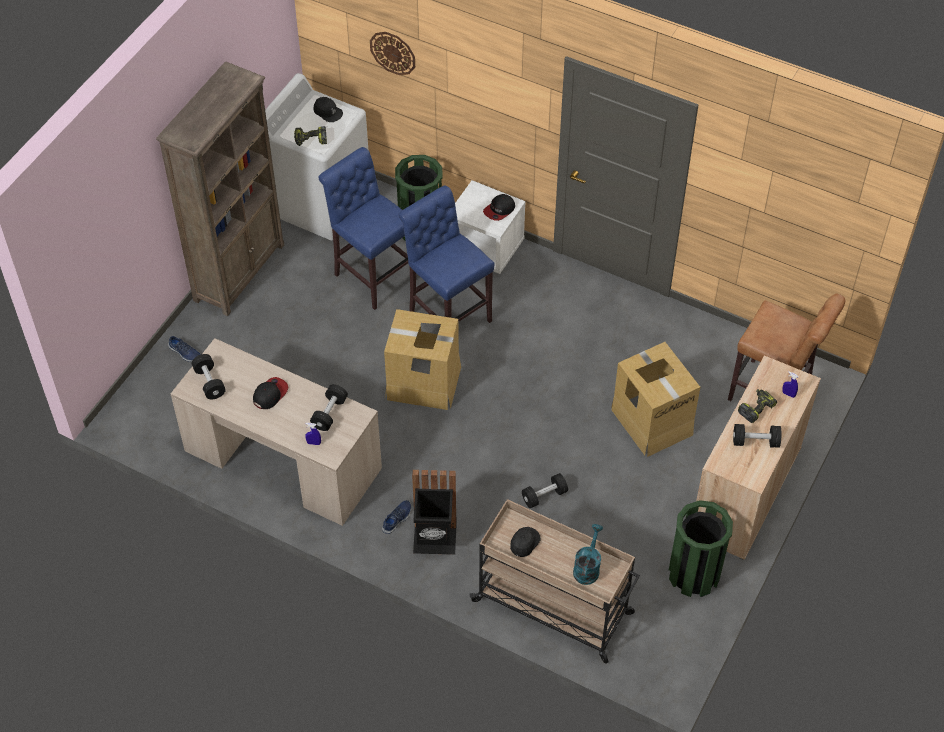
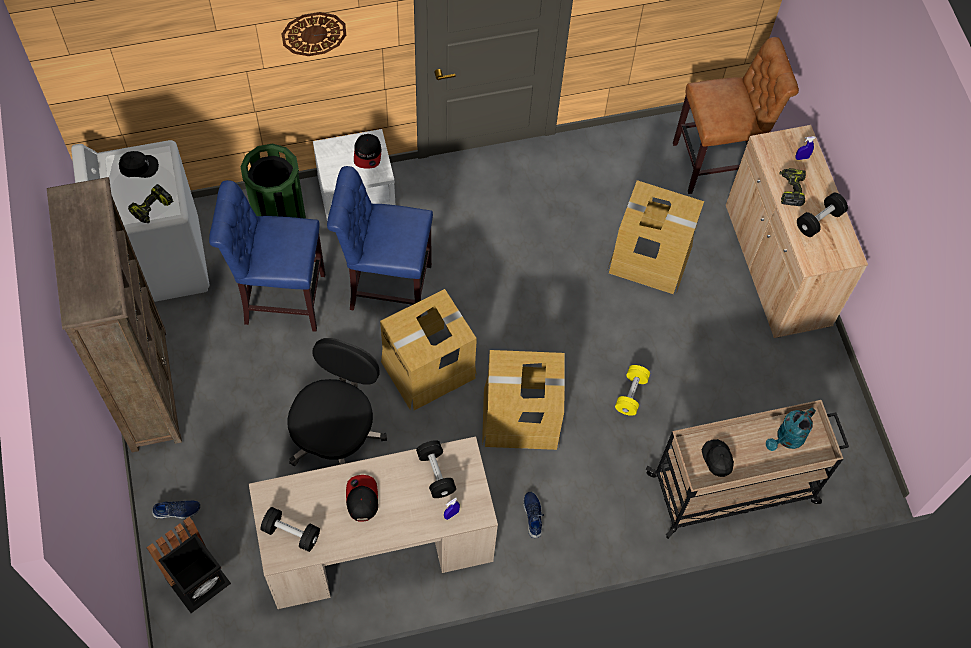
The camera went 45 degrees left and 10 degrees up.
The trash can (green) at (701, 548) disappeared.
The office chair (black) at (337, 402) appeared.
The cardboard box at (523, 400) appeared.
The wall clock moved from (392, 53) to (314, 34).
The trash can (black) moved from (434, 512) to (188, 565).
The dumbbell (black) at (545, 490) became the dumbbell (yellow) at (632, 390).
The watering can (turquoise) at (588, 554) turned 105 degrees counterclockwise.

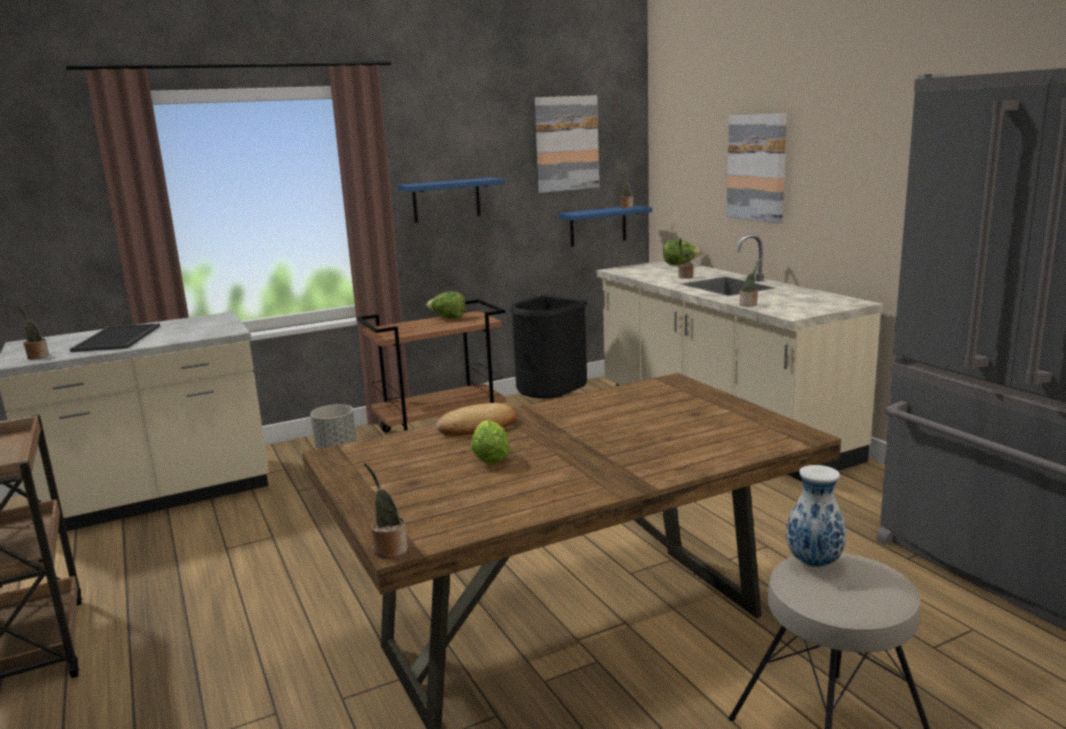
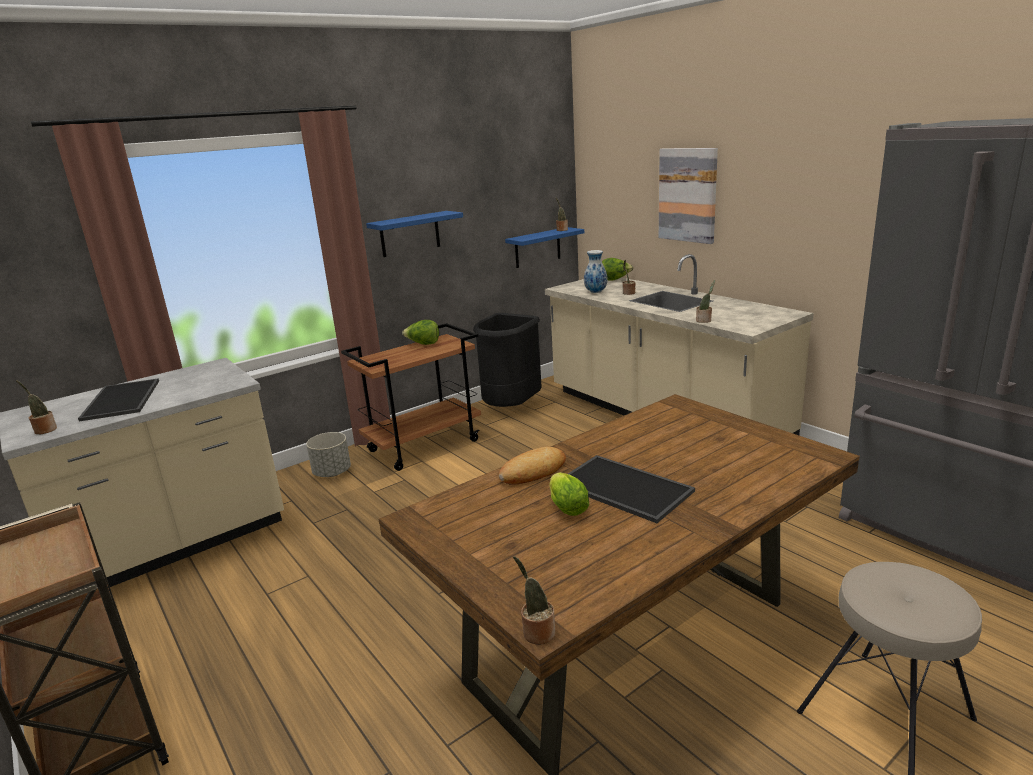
The camera went 10 degrees left and 5 degrees up.
The picture at (567, 144) disappeared.
The tray at (631, 489) appeared.
The vase moved from (816, 516) to (595, 271).

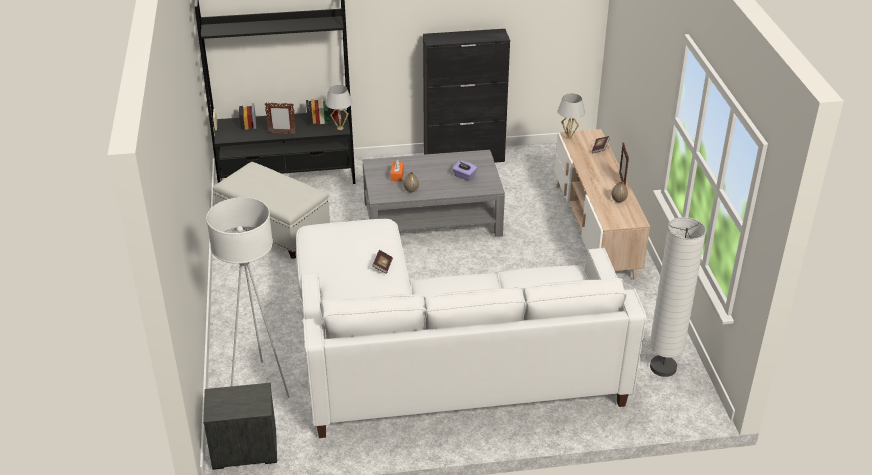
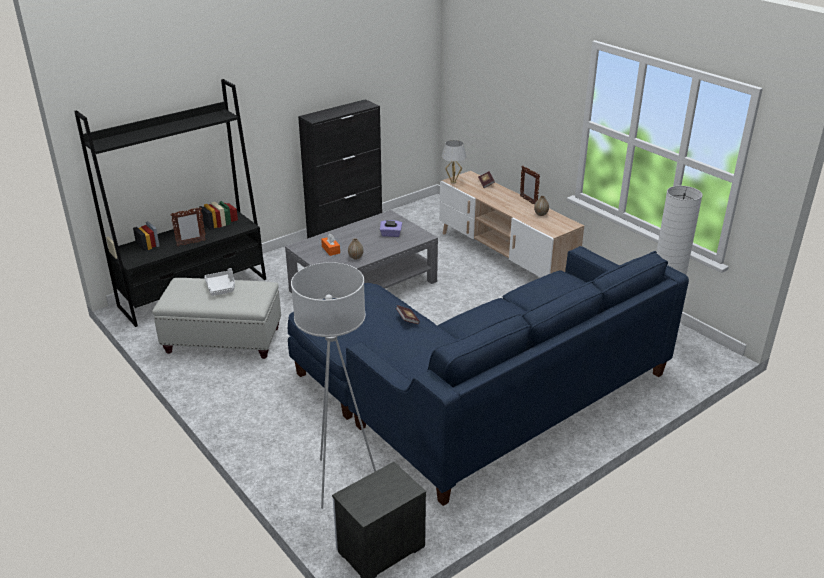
The camera went 30 degrees left and 5 degrees down.
The table lamp (white) at (338, 107) disappeared.
The tray (white) at (219, 282) appeared.
The sofa (white) at (471, 328) became the sofa (blue) at (488, 376).

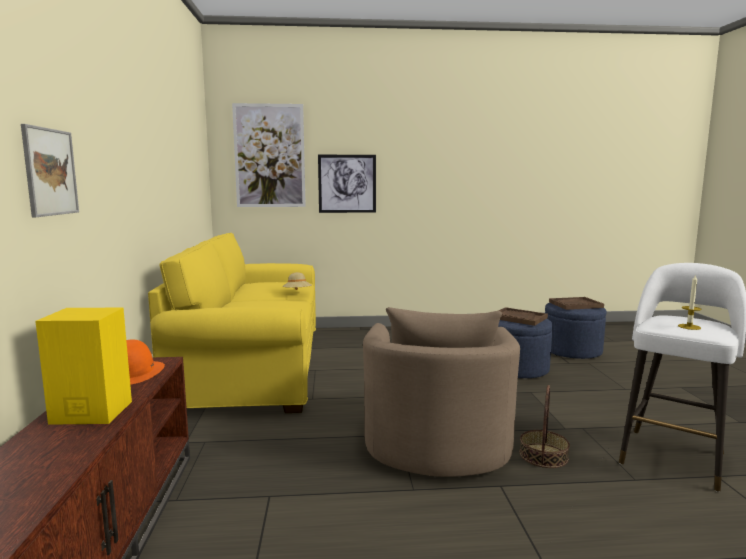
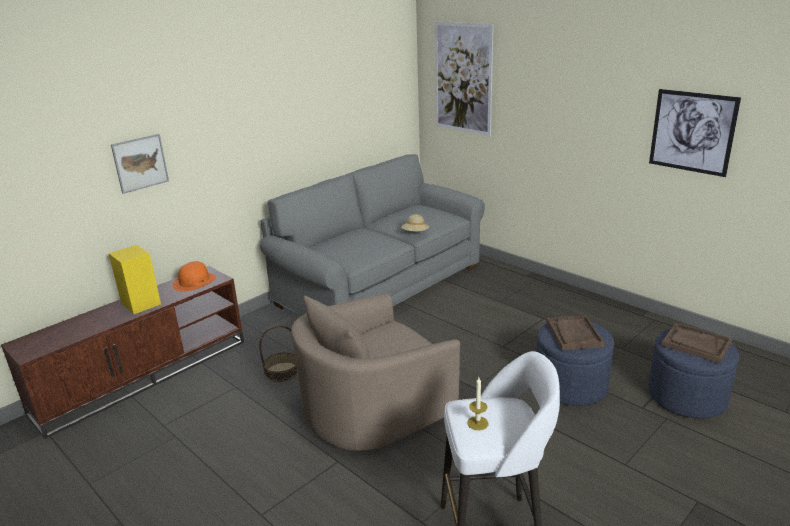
The camera went 50 degrees right and 15 degrees up.
The picture moved from (347, 184) to (695, 133).
The basket moved from (545, 426) to (278, 353).
The sofa (yellow) at (232, 323) became the sofa (grey) at (372, 235).

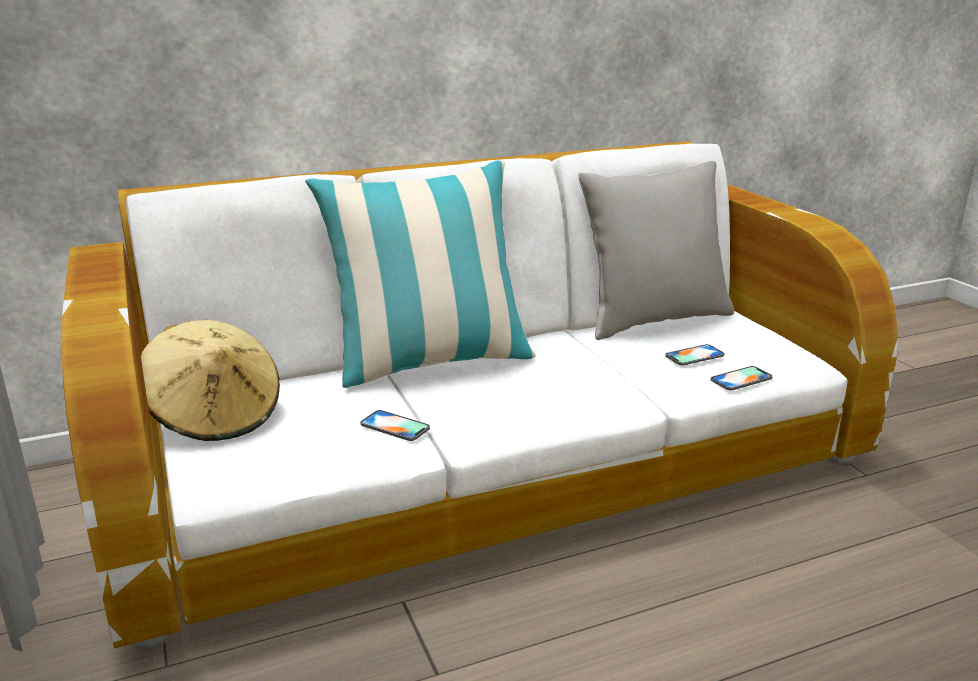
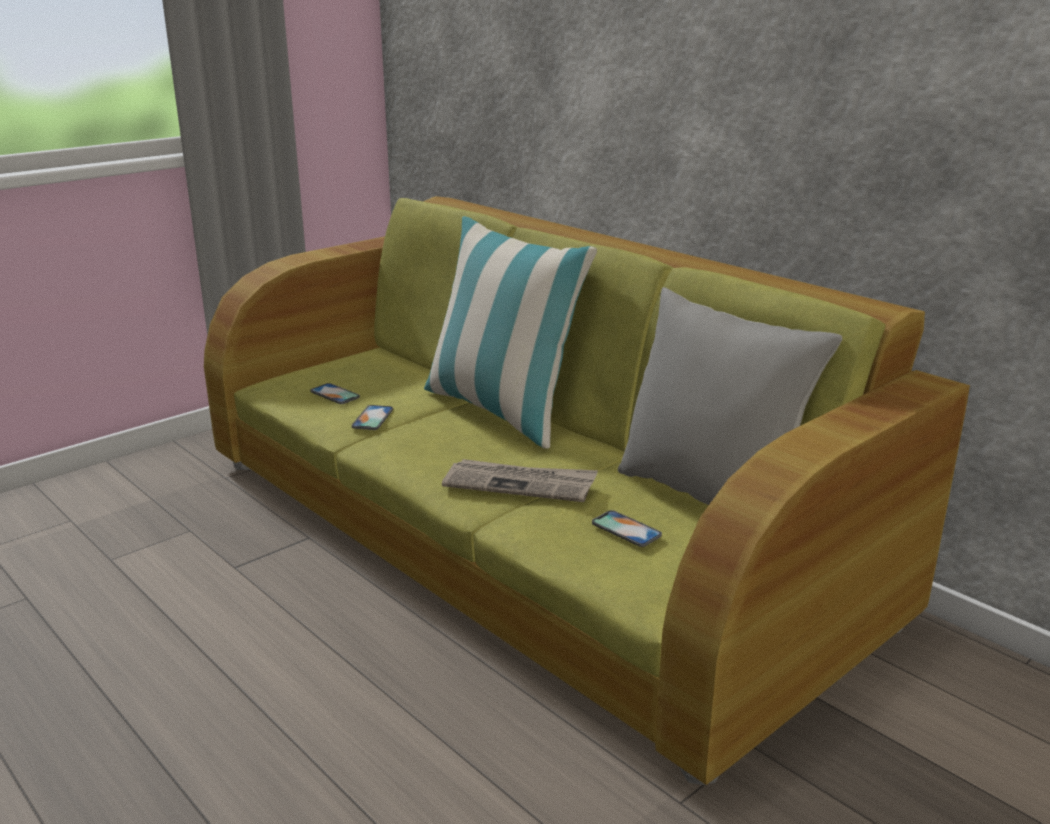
The camera went 70 degrees right and 0 degrees up.
The hat (beige) at (210, 380) disappeared.
The newspaper at (520, 480) appeared.
The phone moved from (742, 378) to (335, 393).
The sofa (white) at (479, 396) became the sofa (green) at (587, 490).

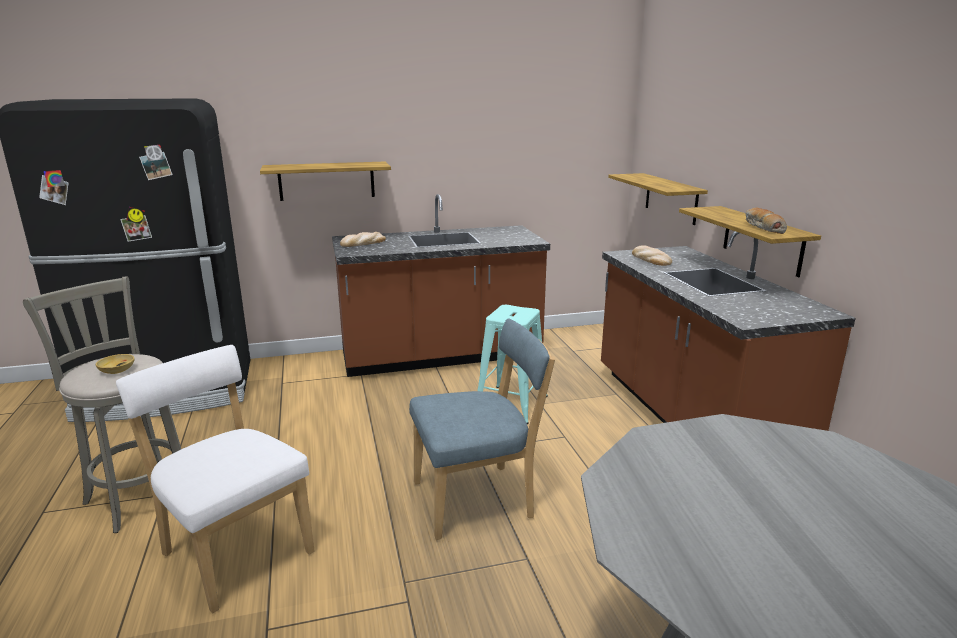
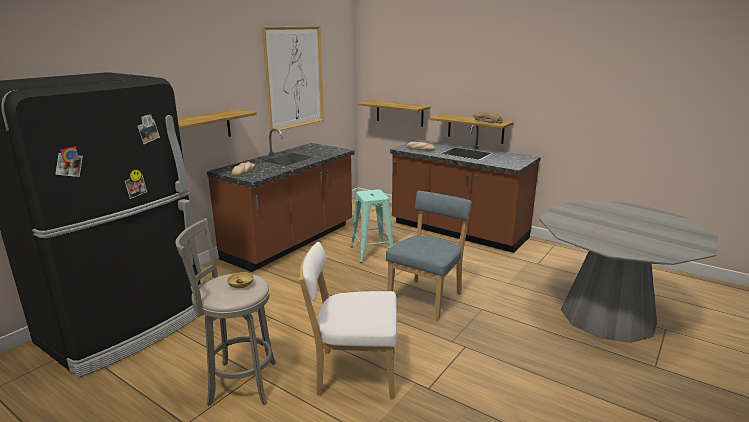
The camera went 40 degrees left and 0 degrees up.
The picture at (293, 79) appeared.

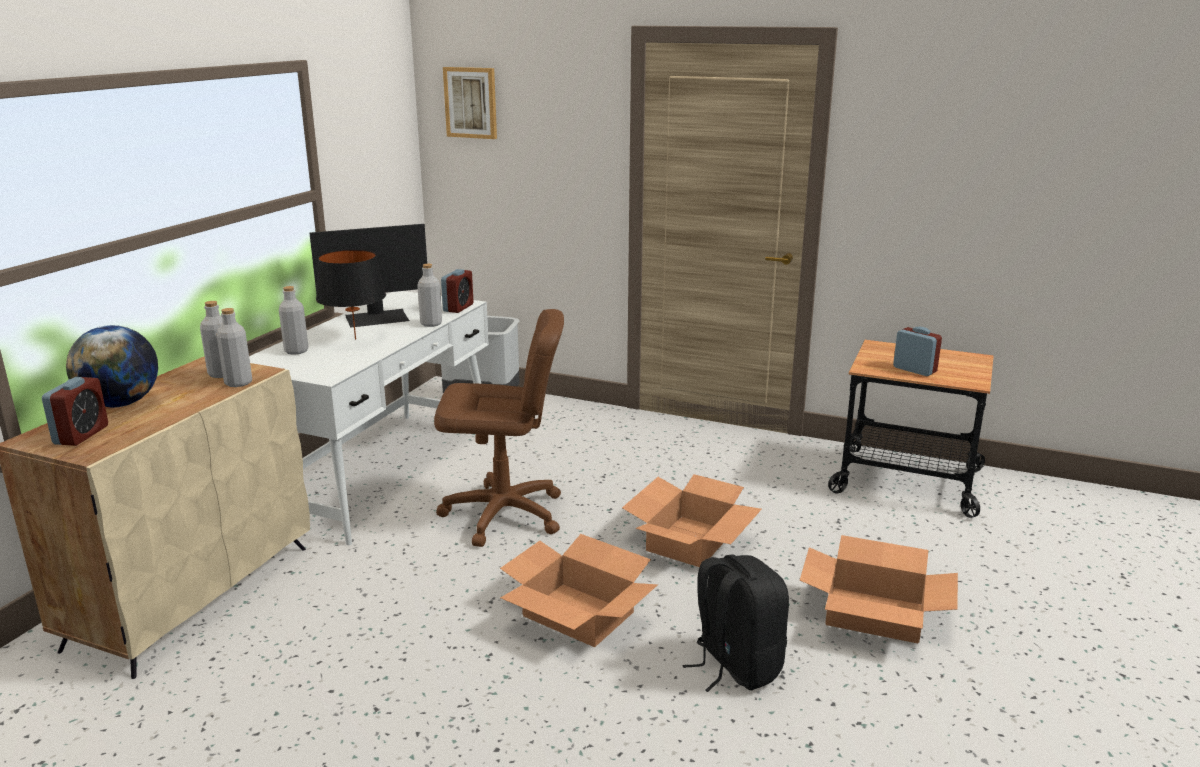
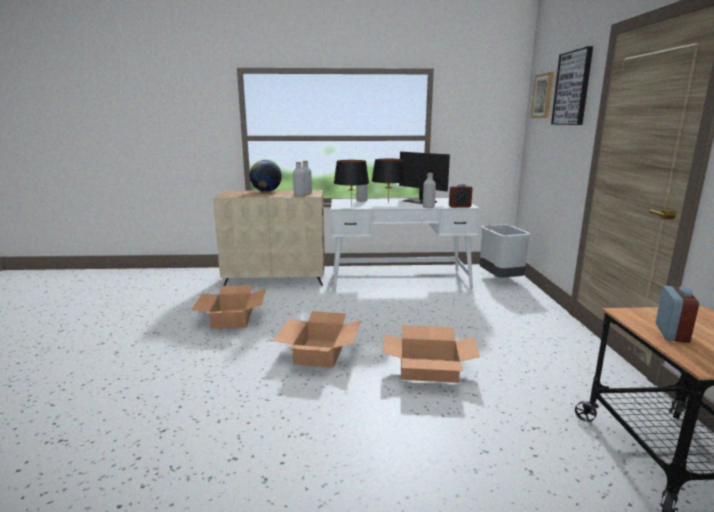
The camera went 65 degrees right and 5 degrees down.
The alarm clock at (75, 411) disappeared.
The office chair (brown) at (499, 428) disappeared.
The backpack (black) at (736, 623) disappeared.
The table lamp (black) at (351, 183) appeared.
The picture at (572, 85) appeared.
The cardboard box moved from (879, 589) to (228, 307).

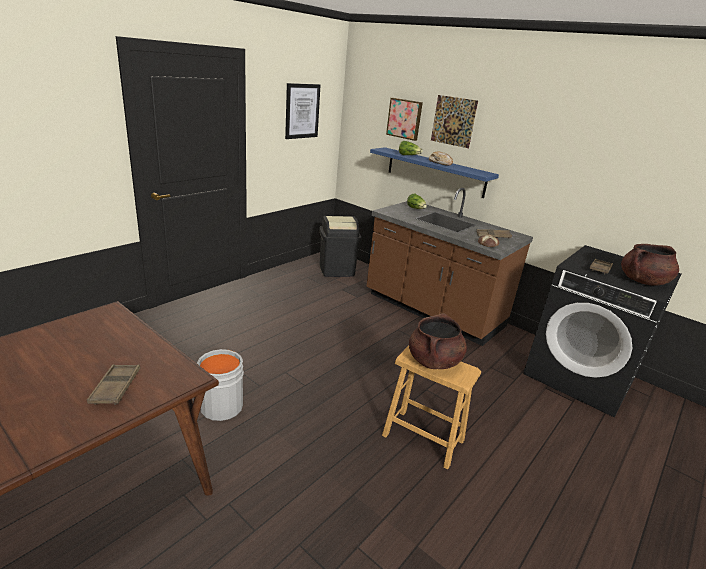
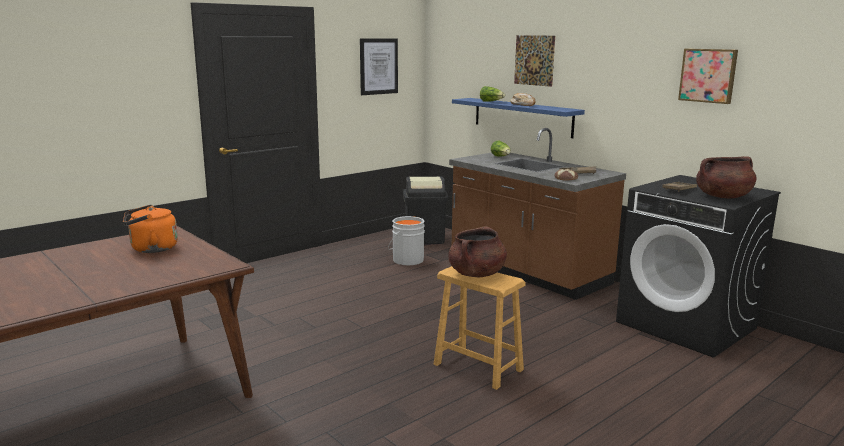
The camera went 10 degrees right and 10 degrees down.
The tray (brown) at (113, 384) disappeared.
The kettle (orange) at (150, 229) appeared.
The bucket (grey) moved from (220, 385) to (406, 240).
The picture moved from (404, 119) to (708, 76).

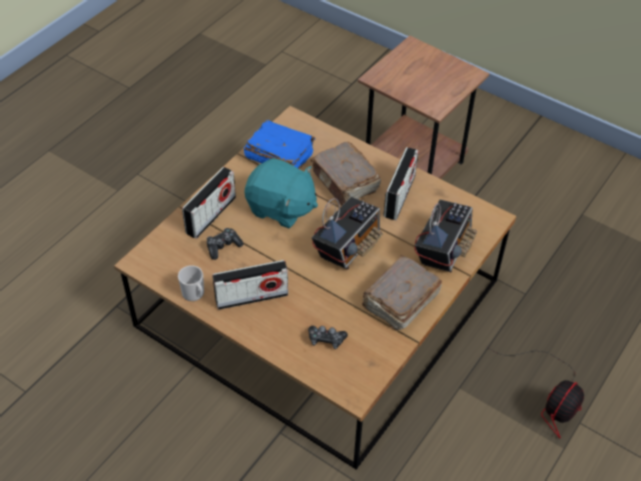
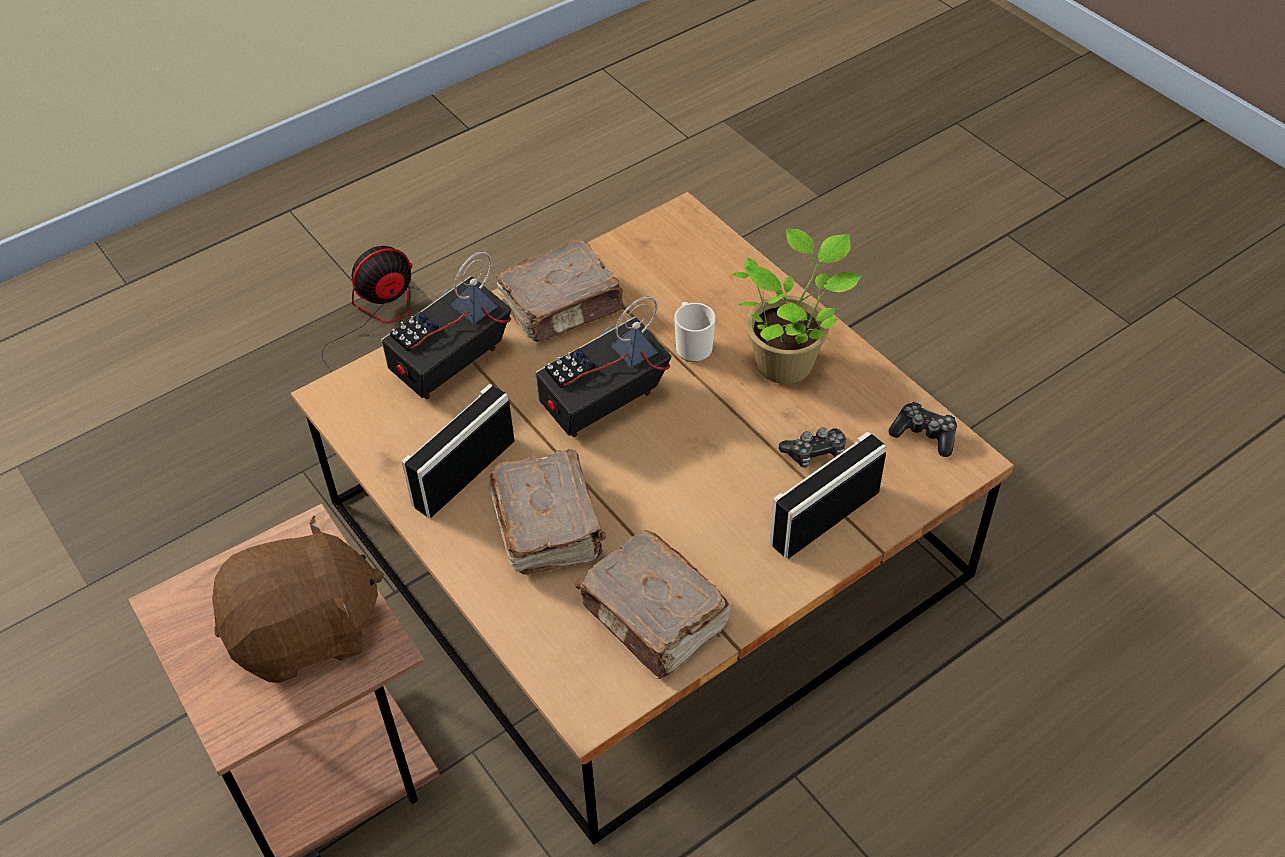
The camera went 160 degrees left and 0 degrees up.
The plush toy (turquoise) at (281, 193) disappeared.
The plush toy (brown) at (298, 599) appeared.
The mug moved from (191, 283) to (694, 332).
The game controller moved from (328, 337) to (923, 429).
The radio at (250, 285) was replaced by the potted plant at (797, 306).
The book (blue) at (279, 144) became the book (brown) at (652, 604).

